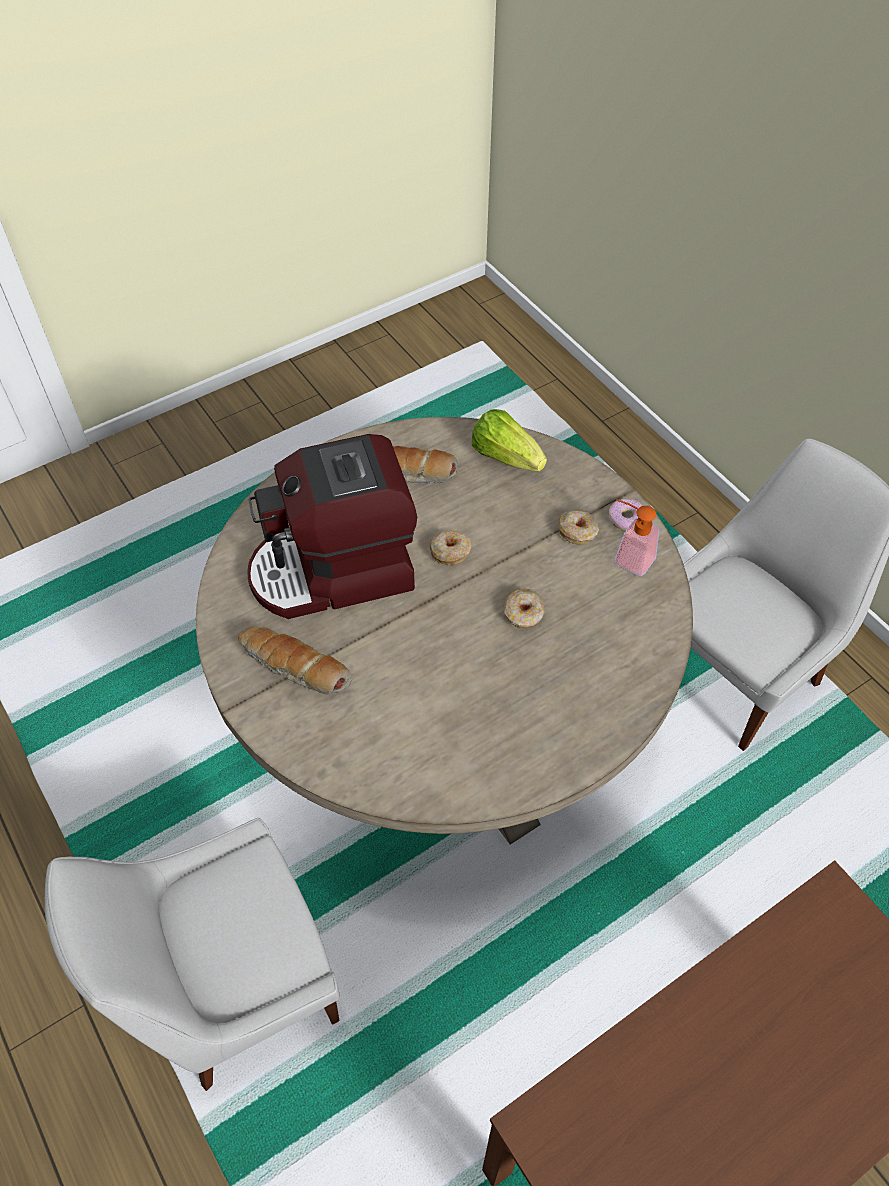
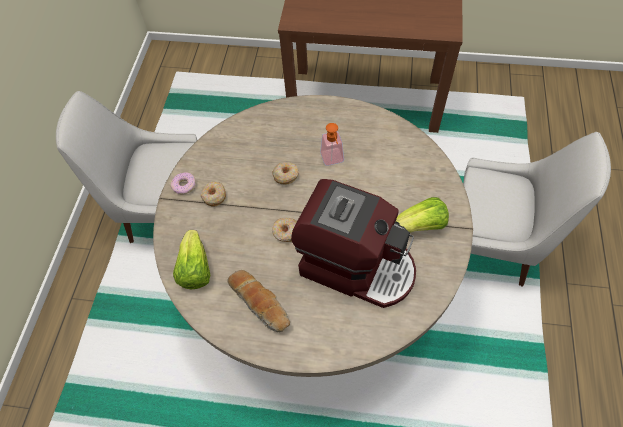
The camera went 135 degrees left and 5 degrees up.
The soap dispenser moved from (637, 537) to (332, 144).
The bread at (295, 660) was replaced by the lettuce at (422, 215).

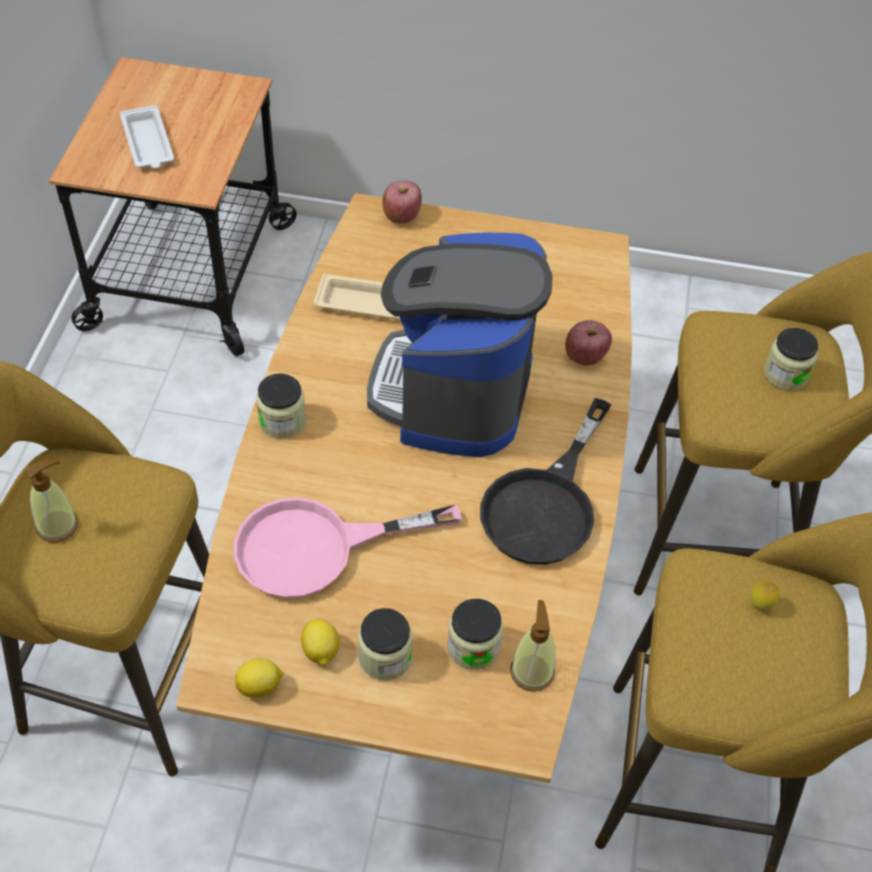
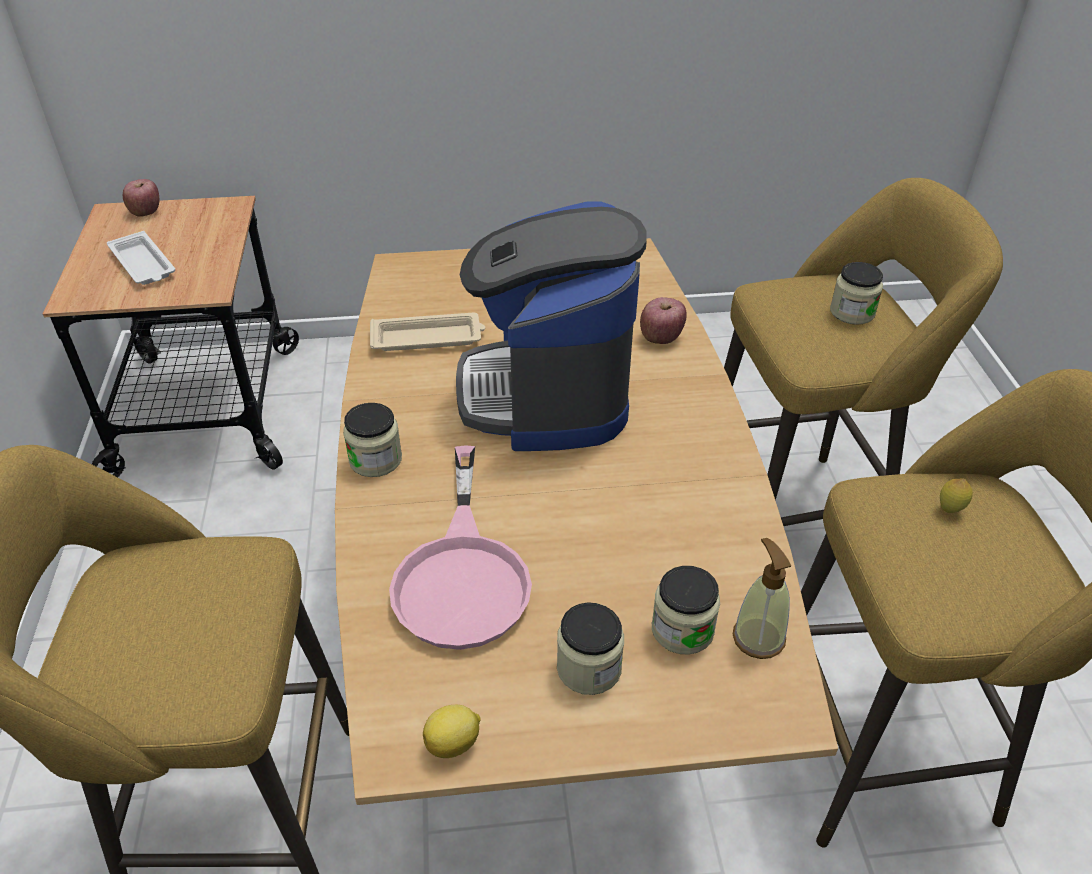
The camera went 15 degrees left and 10 degrees down.
The soap dispenser at (52, 500) disappeared.
The lemon at (320, 642) disappeared.
The frying pan (black) at (545, 481) disappeared.
The apple moved from (402, 202) to (141, 198).
The frying pan (pink) at (347, 548) turned 60 degrees counterclockwise.

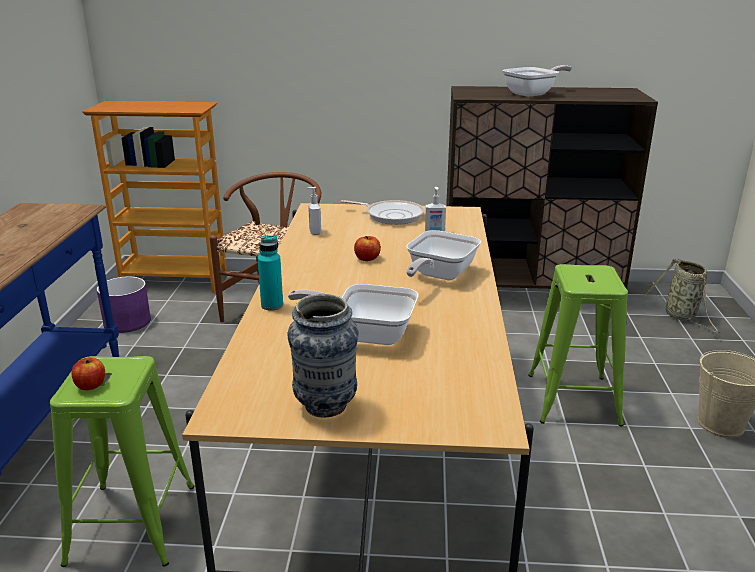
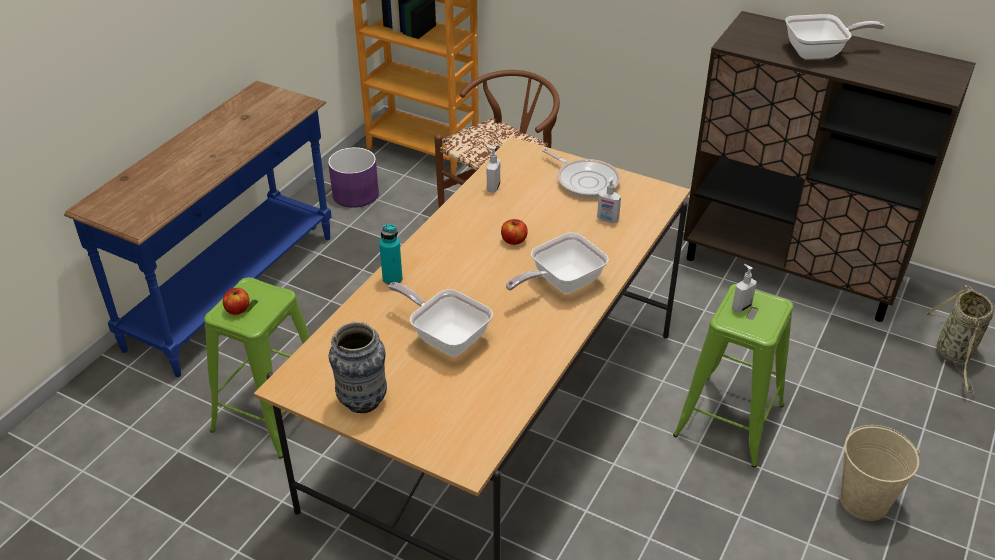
The camera went 25 degrees right and 15 degrees up.
The soap dispenser at (744, 288) appeared.

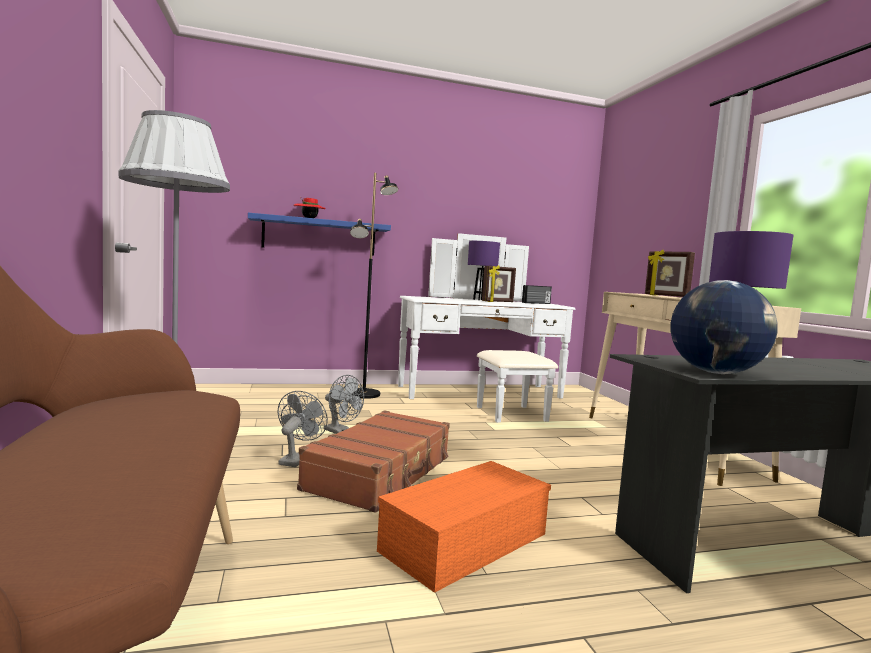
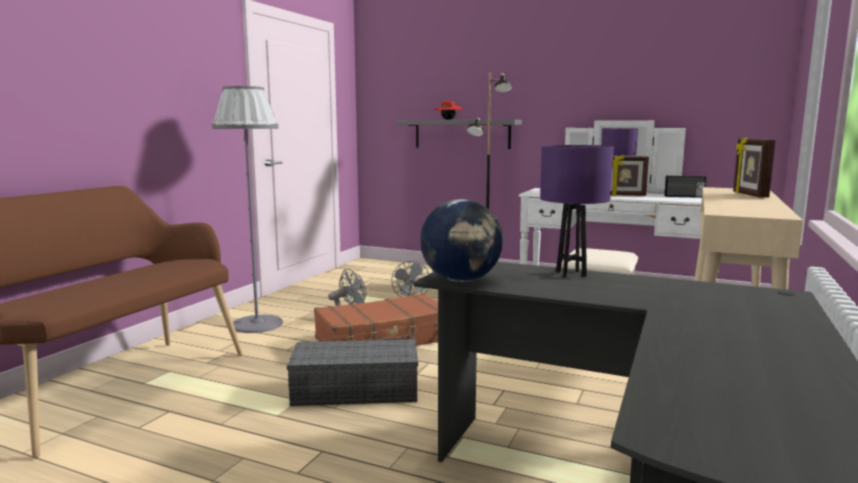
The camera went 40 degrees right and 5 degrees up.
The shelf (blue) at (319, 234) became the shelf (grey) at (459, 134).
The storage box (orange) at (464, 527) became the storage box (grey) at (352, 372).

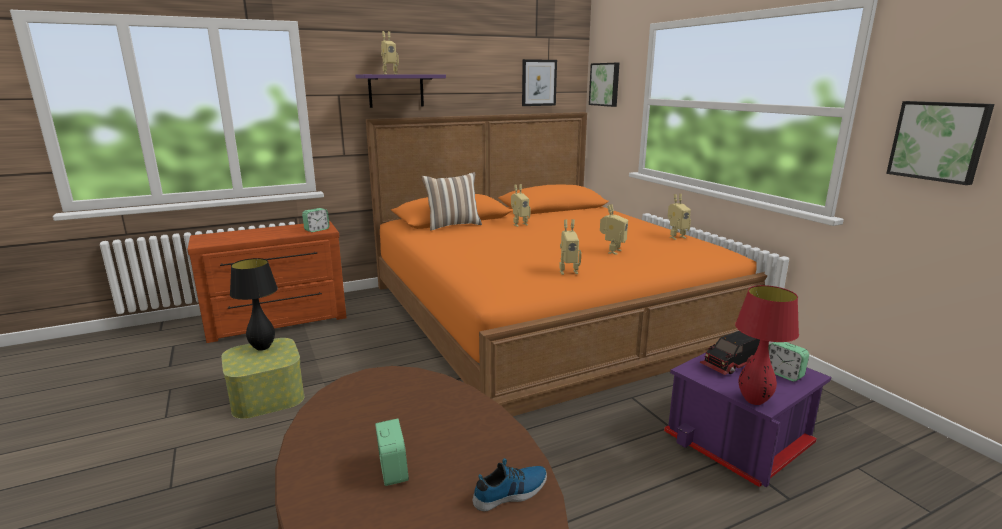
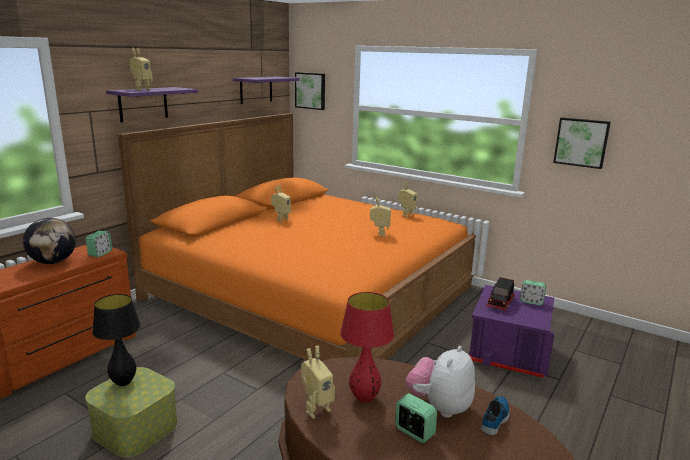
The camera went 30 degrees left and 0 degrees up.
The pillow at (452, 201) disappeared.
The globe at (49, 241) appeared.
The plush toy at (440, 382) appeared.
The toy robot moved from (570, 247) to (318, 382).
The table lamp (red) moved from (767, 345) to (367, 347).
The picture at (539, 82) was replaced by the shelf (purple) at (266, 90).

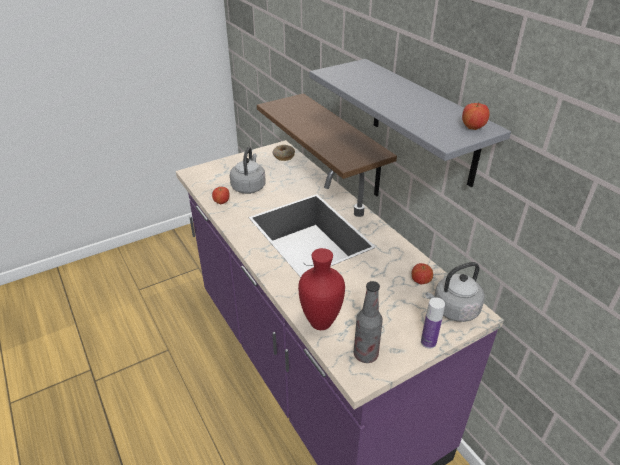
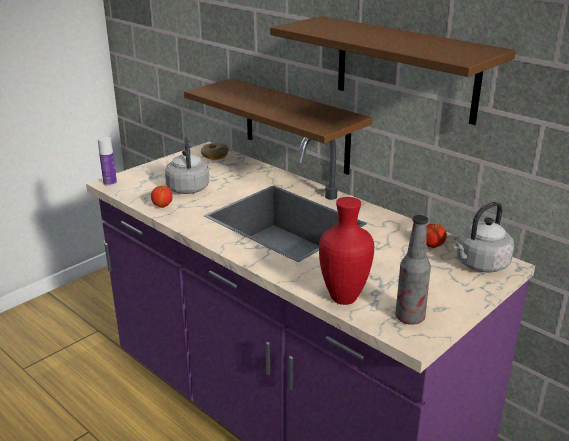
The camera went 15 degrees left and 10 degrees down.
The apple at (475, 116) disappeared.
The bottle moved from (433, 323) to (107, 161).
The shelf (grey) at (410, 123) became the shelf (brown) at (393, 70).

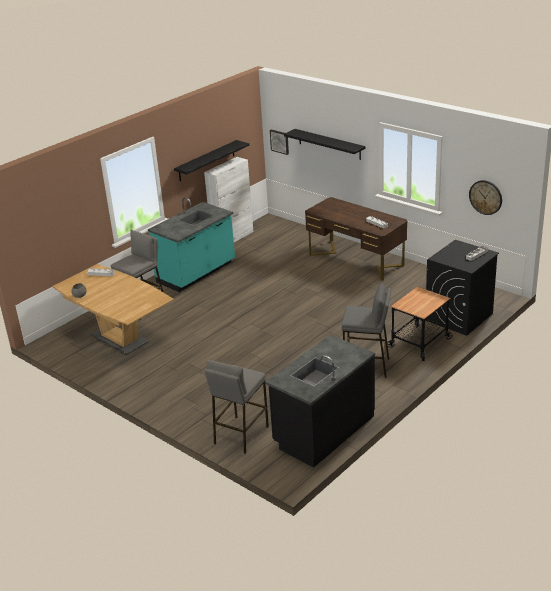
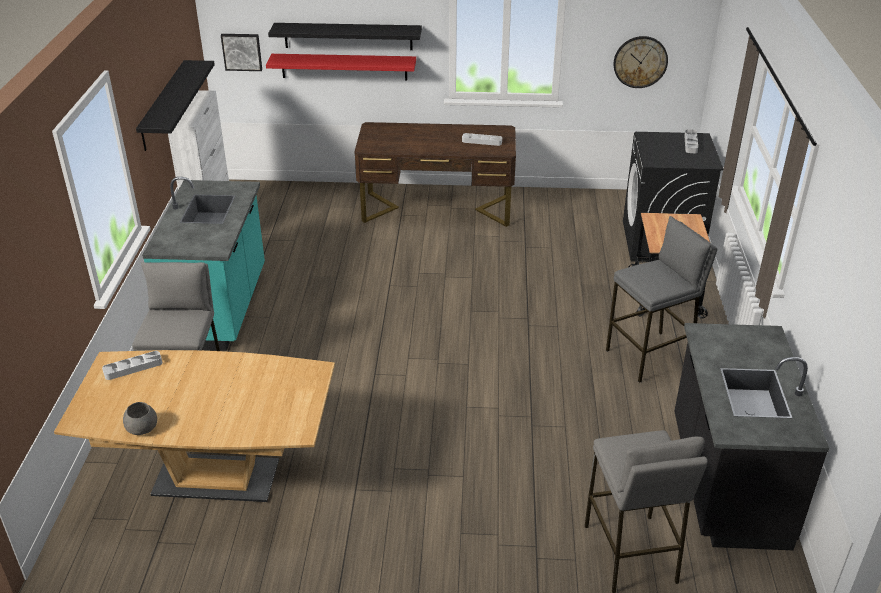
The camera went 40 degrees left and 5 degrees up.
The shelf (red) at (341, 67) appeared.

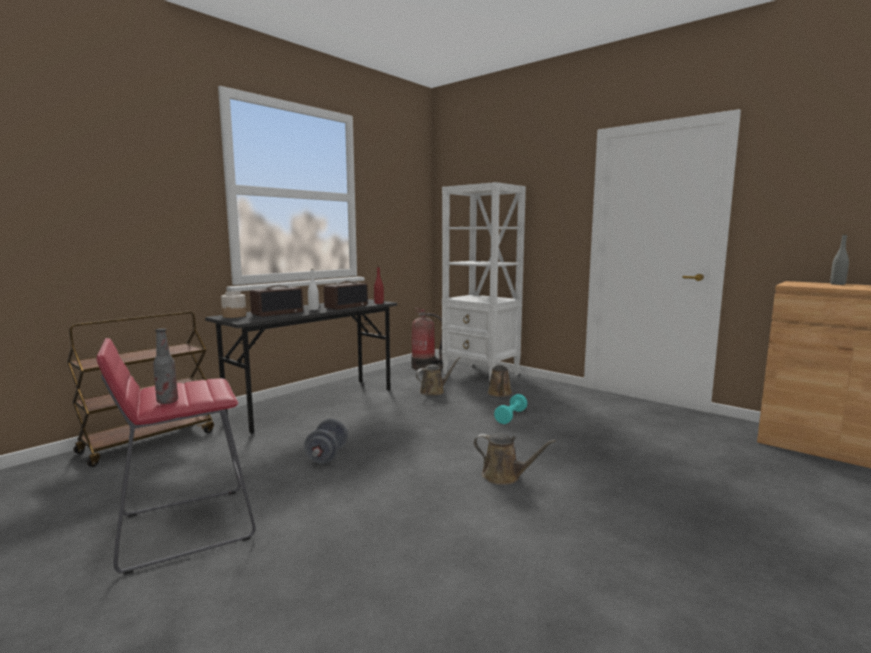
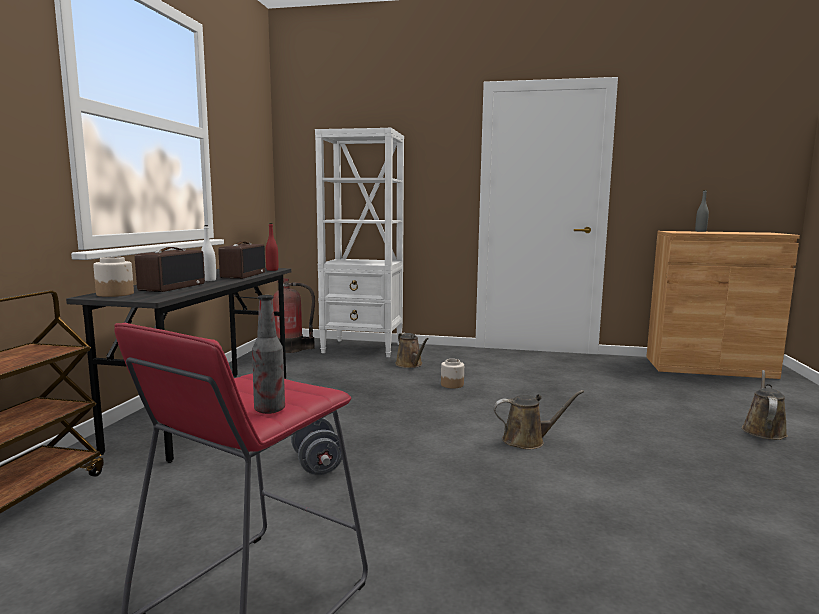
The camera went 30 degrees left and 0 degrees up.
The watering can (brown) moved from (438, 376) to (765, 405).
The dumbbell (turquoise) at (511, 409) was replaced by the jar at (452, 374).

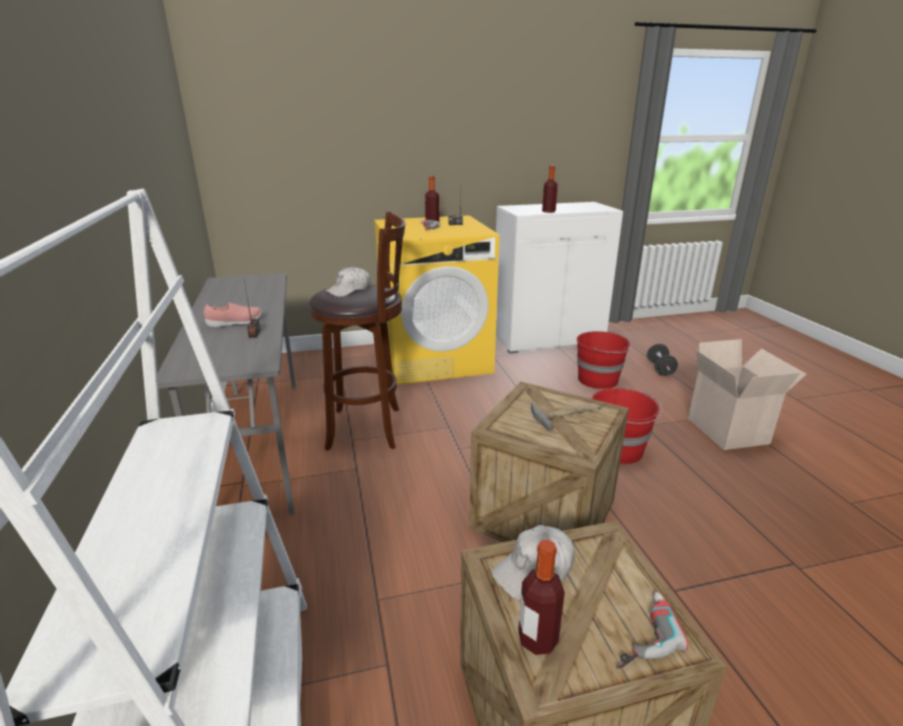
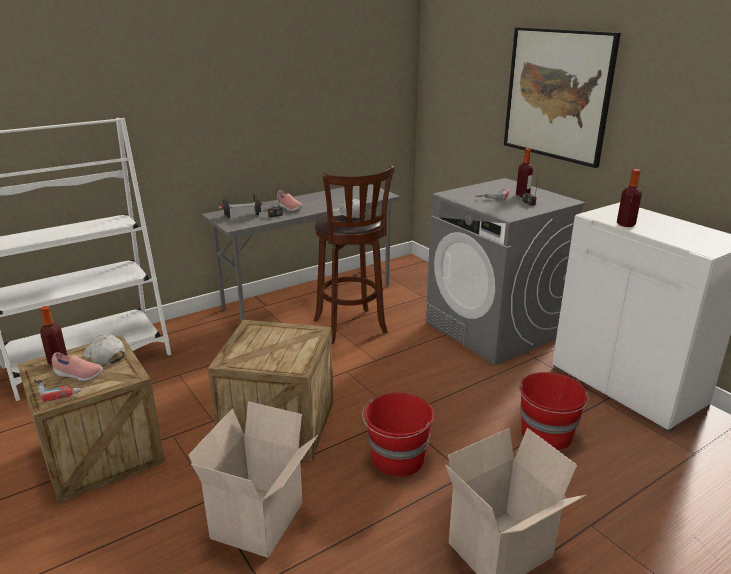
The camera went 70 degrees right and 0 degrees up.
The hammer at (566, 416) disappeared.
The shoe (pink) at (77, 366) appeared.
The cardboard box at (253, 479) appeared.
The picture at (562, 97) appeared.
The dumbbell (black) moved from (662, 360) to (241, 205).
The washing machine (yellow) at (437, 300) became the washing machine (grey) at (506, 271).

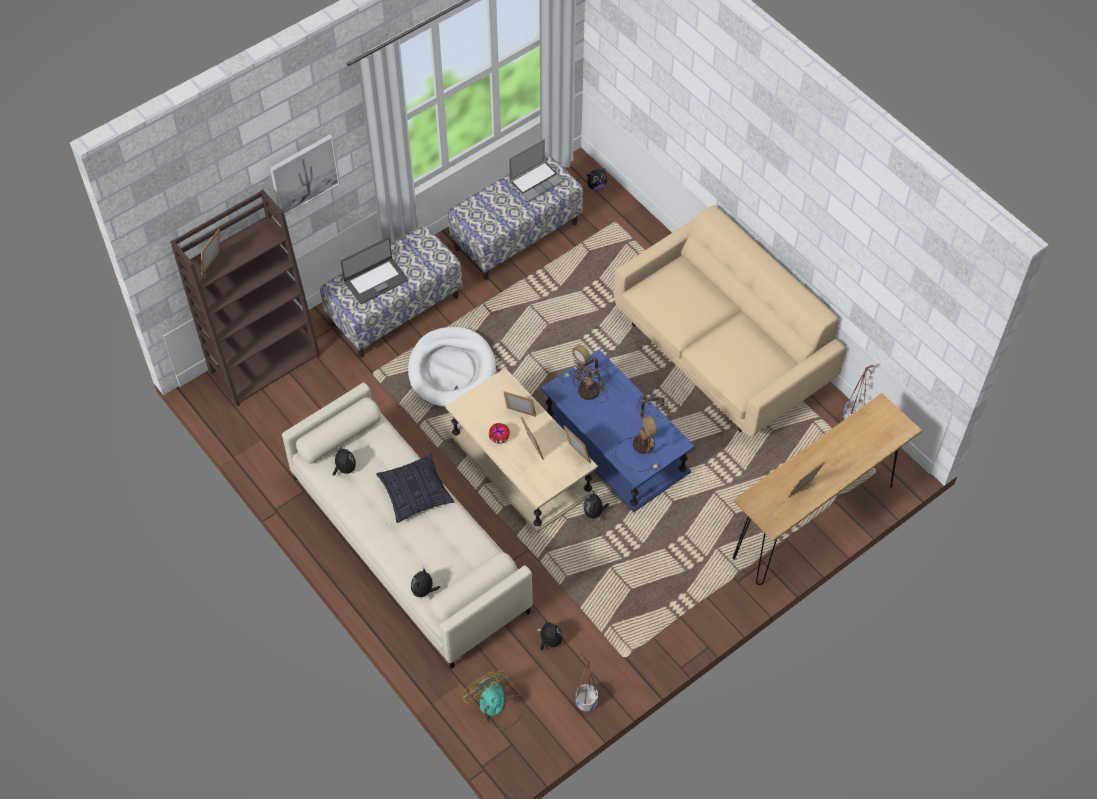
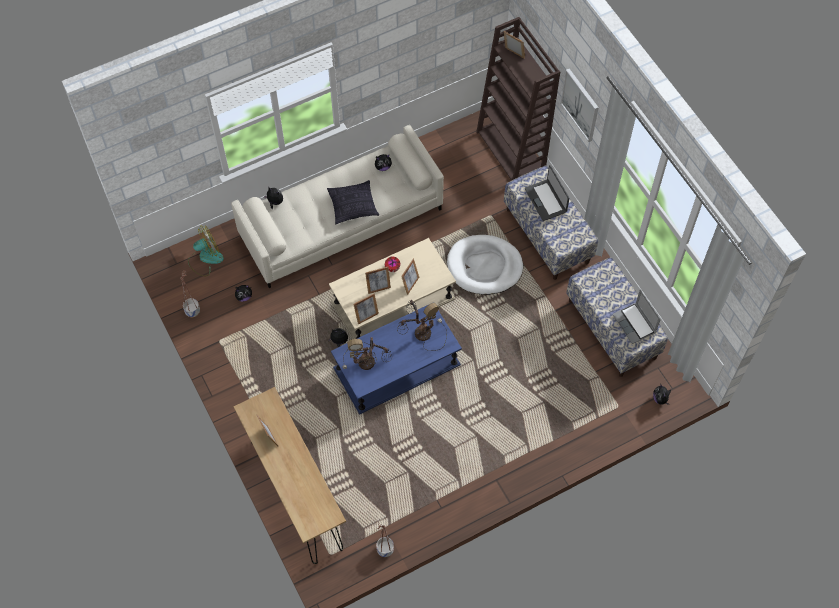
The camera went 100 degrees right and 5 degrees up.
The sofa (beige) at (730, 320) disappeared.

